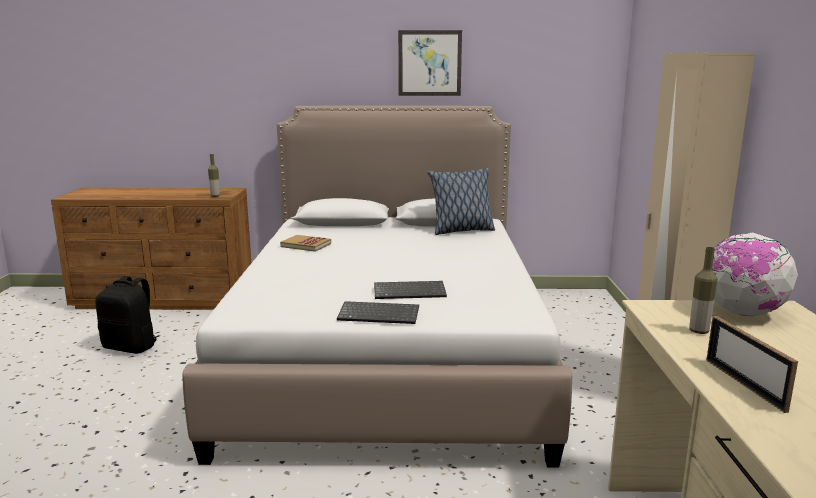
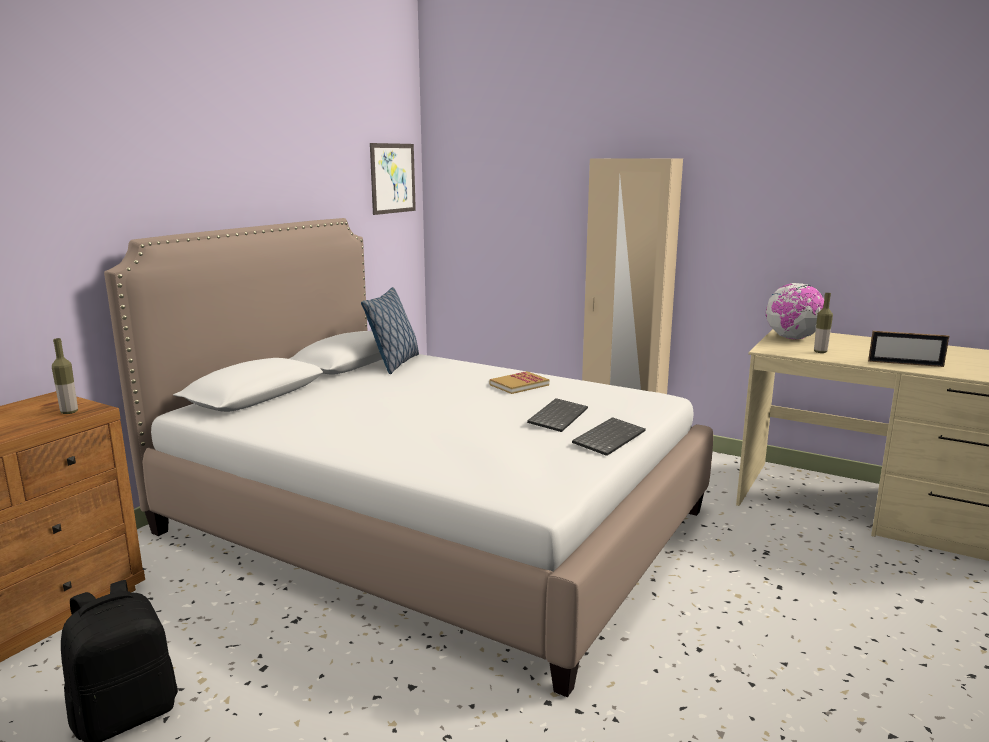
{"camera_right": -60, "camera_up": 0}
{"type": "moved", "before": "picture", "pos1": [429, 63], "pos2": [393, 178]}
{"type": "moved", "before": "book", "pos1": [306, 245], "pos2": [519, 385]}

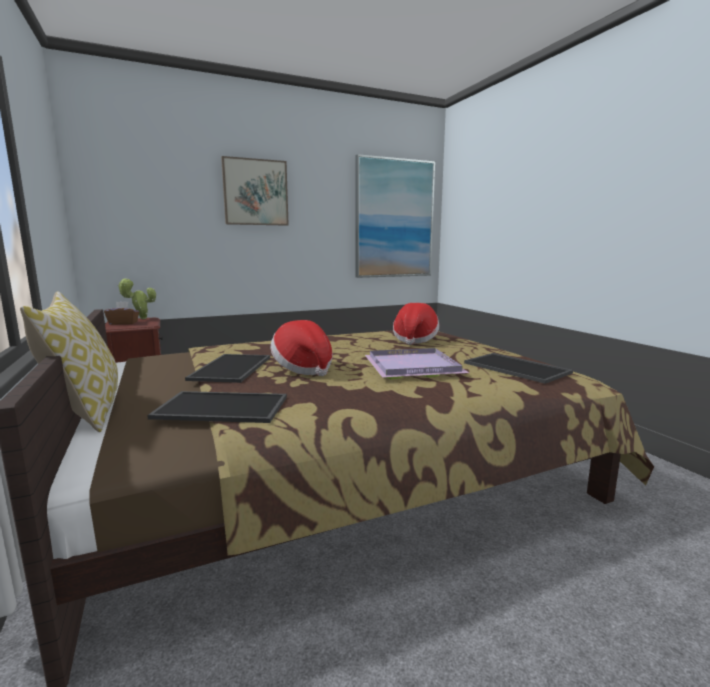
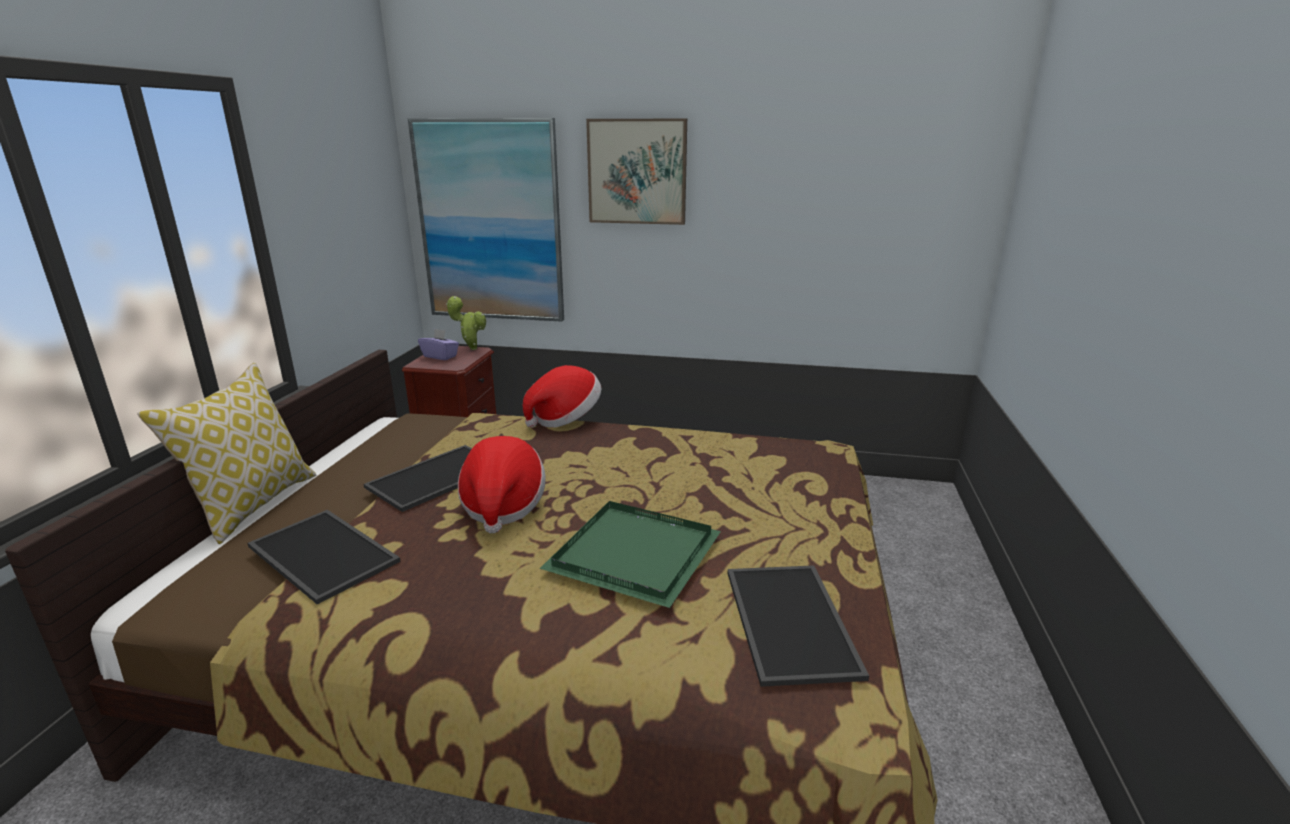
{"camera_right": 35, "camera_up": 10}
{"type": "moved", "before": "picture", "pos1": [394, 219], "pos2": [490, 222]}
{"type": "recoloured", "before": "brown tissue box", "after": "purple tissue box", "pos1": [123, 323], "pos2": [440, 356]}
{"type": "moved", "before": "hat", "pos1": [414, 339], "pos2": [565, 418]}
{"type": "recoloured", "before": "purple tray", "after": "green tray", "pos1": [413, 366], "pos2": [637, 554]}

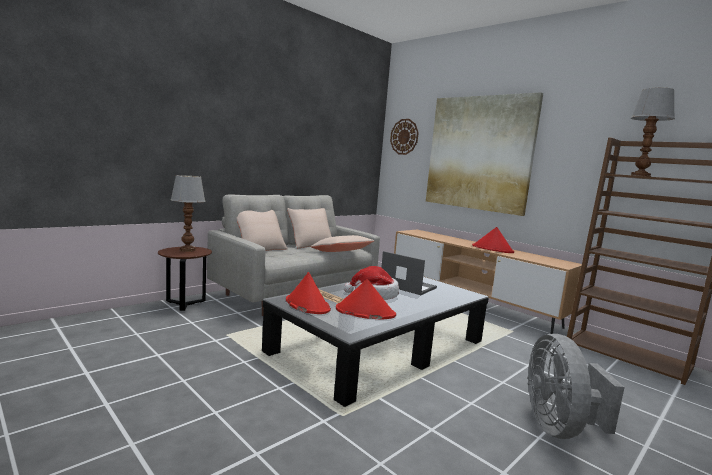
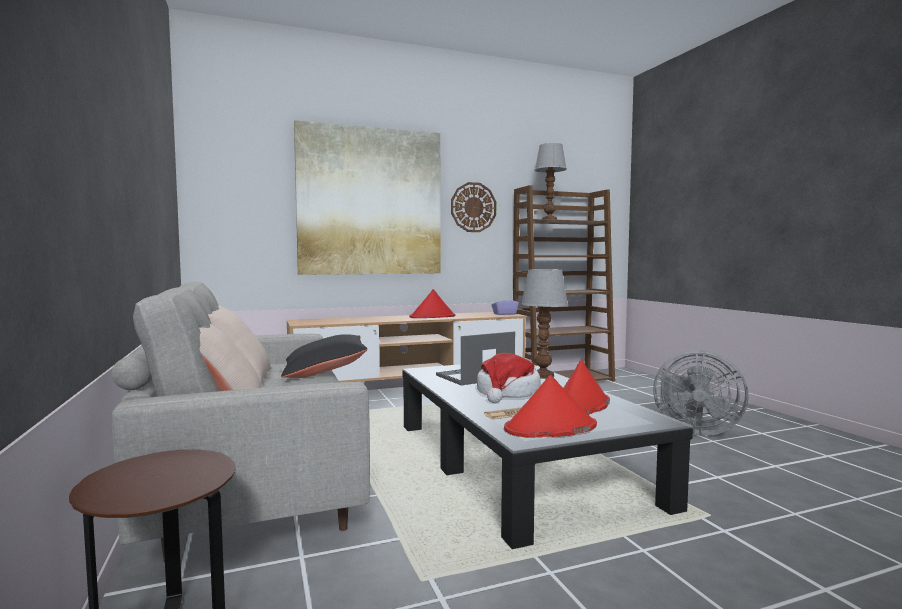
{"camera_right": -65, "camera_up": -5}
{"type": "moved", "before": "wall clock", "pos1": [404, 136], "pos2": [473, 207]}
{"type": "moved", "before": "table lamp", "pos1": [187, 250], "pos2": [543, 376]}
{"type": "recoloured", "before": "beige pillow", "after": "black pillow", "pos1": [341, 253], "pos2": [324, 371]}
{"type": "added", "after": "purple tissue box", "pos2": [504, 314]}

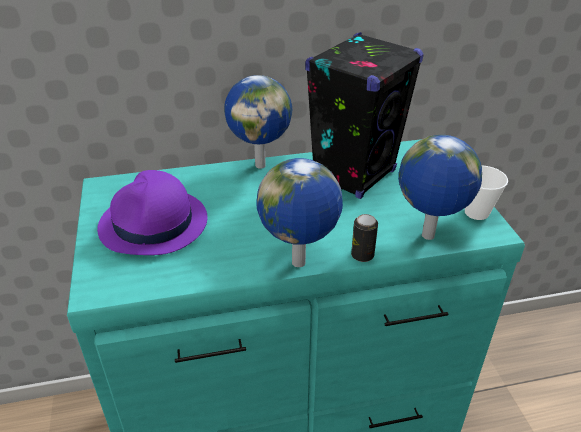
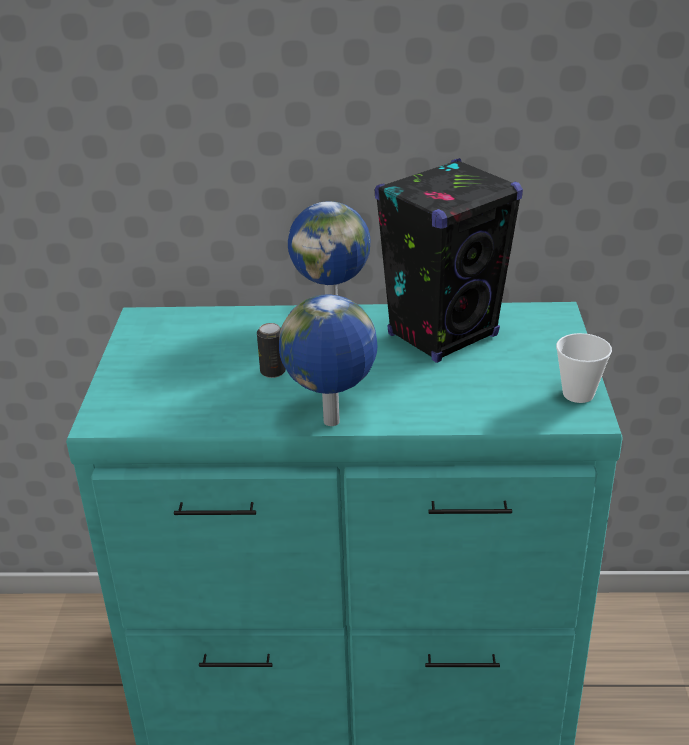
{"camera_right": 15, "camera_up": -5}
{"type": "removed", "before": "globe", "pos1": [428, 236]}
{"type": "removed", "before": "purple hat", "pos1": [154, 224]}
{"type": "moved", "before": "can", "pos1": [362, 255], "pos2": [273, 372]}

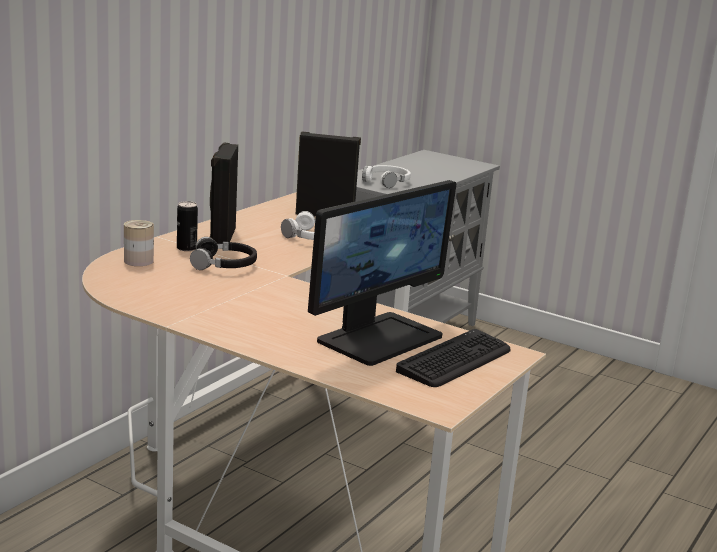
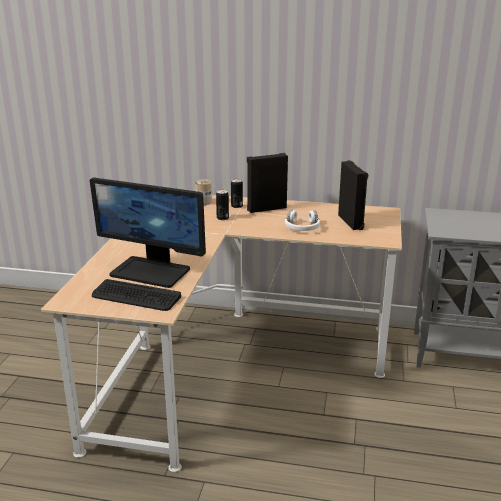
{"camera_right": 70, "camera_up": 5}
{"type": "removed", "before": "white headphones", "pos1": [386, 182]}
{"type": "replaced", "before": "black headphones", "after": "can", "pos1": [224, 264], "pos2": [222, 218]}

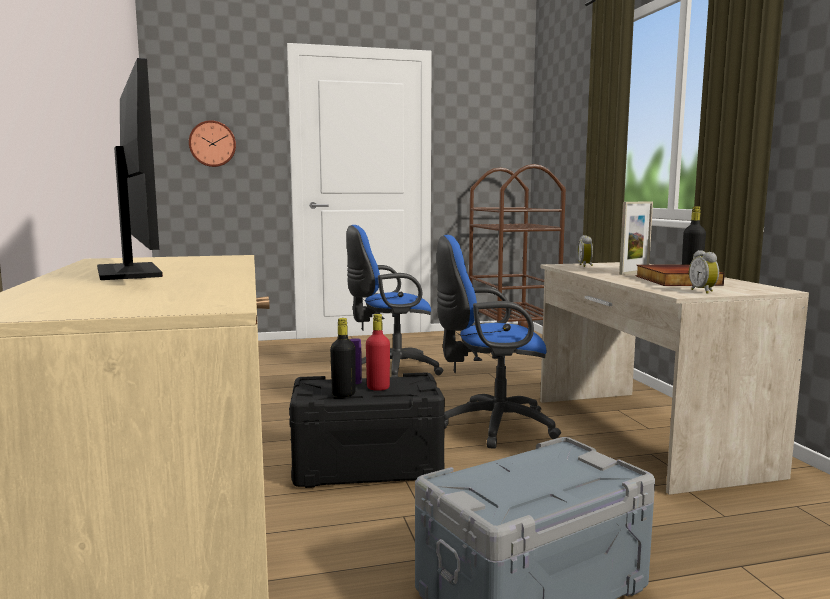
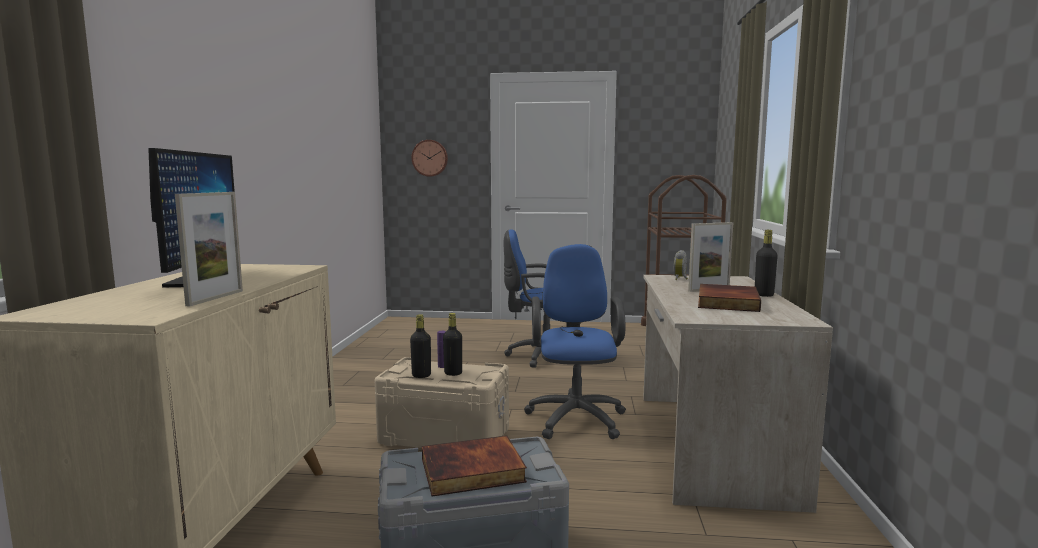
{"camera_right": 20, "camera_up": 0}
{"type": "turned", "before": "blue office chair", "pos1": [491, 426], "pos2": [575, 417], "turn": 75}
{"type": "removed", "before": "alarm clock", "pos1": [704, 291]}
{"type": "recoloured", "before": "red bottle", "after": "black bottle", "pos1": [378, 388], "pos2": [453, 373]}
{"type": "recoloured", "before": "black storage box", "after": "beige storage box", "pos1": [367, 466], "pos2": [444, 436]}
{"type": "added", "after": "picture frame", "pos2": [215, 298]}
{"type": "added", "after": "book", "pos2": [472, 471]}

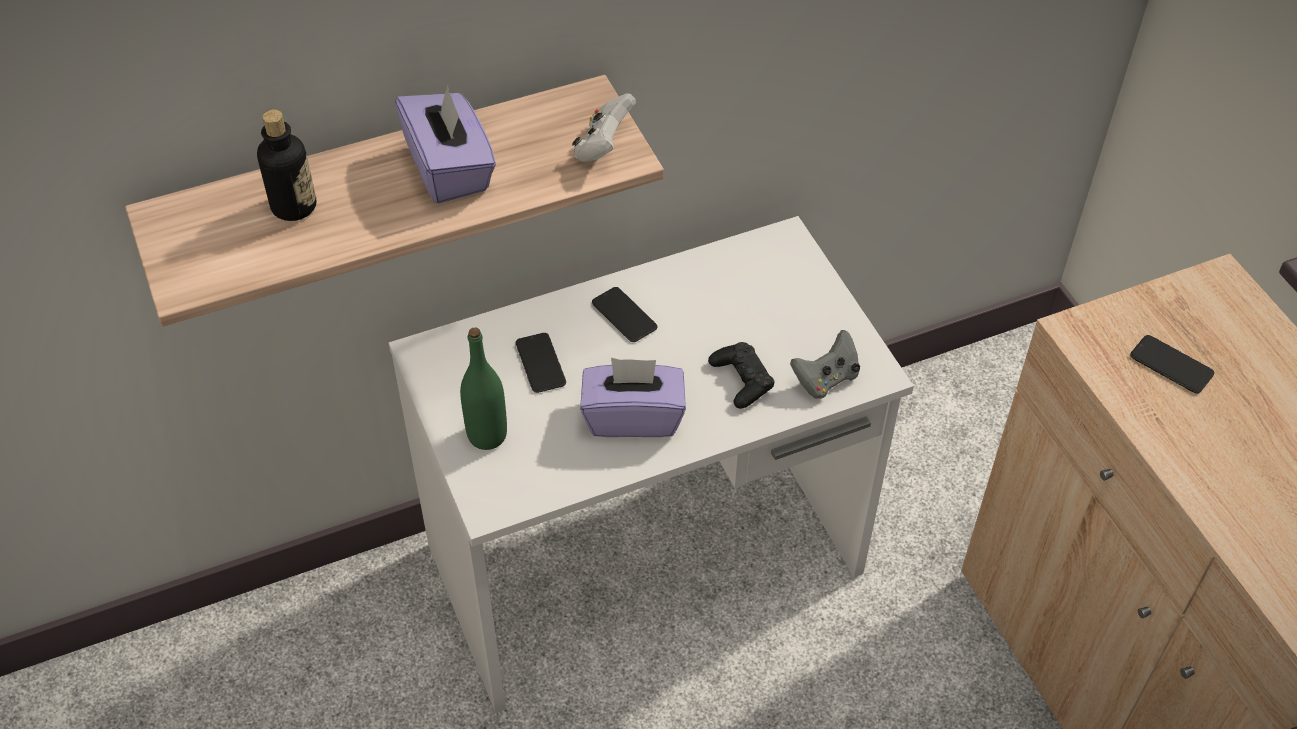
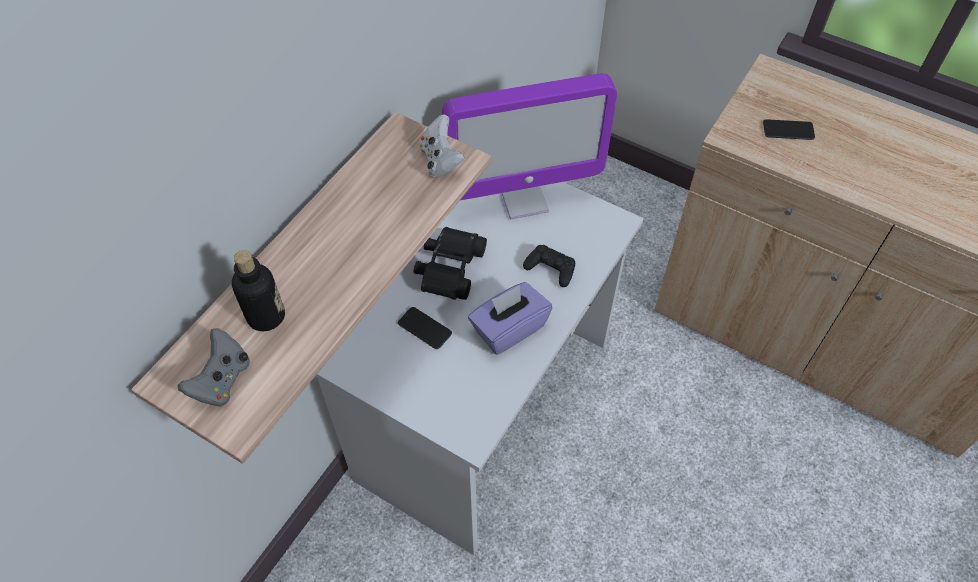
{"camera_right": -35, "camera_up": 5}
{"type": "removed", "before": "purple tissue box", "pos1": [450, 169]}
{"type": "replaced", "before": "phone", "after": "black binoculars", "pos1": [624, 315], "pos2": [449, 268]}
{"type": "removed", "before": "green bottle", "pos1": [487, 435]}
{"type": "moved", "before": "grey game controller", "pos1": [826, 379], "pos2": [222, 380]}
{"type": "added", "after": "monitor", "pos2": [523, 199]}

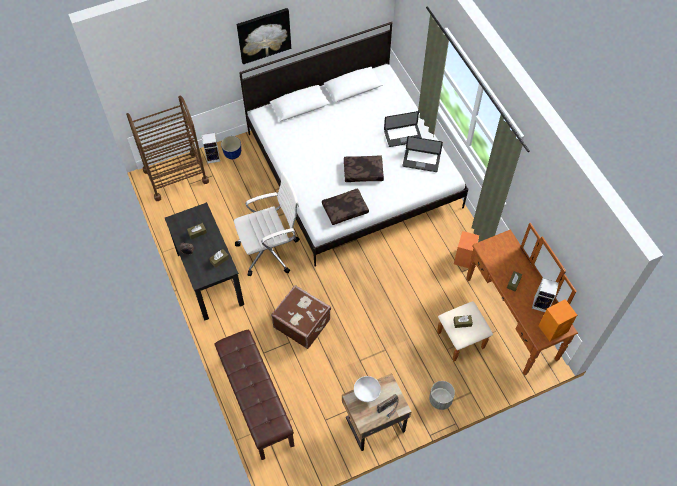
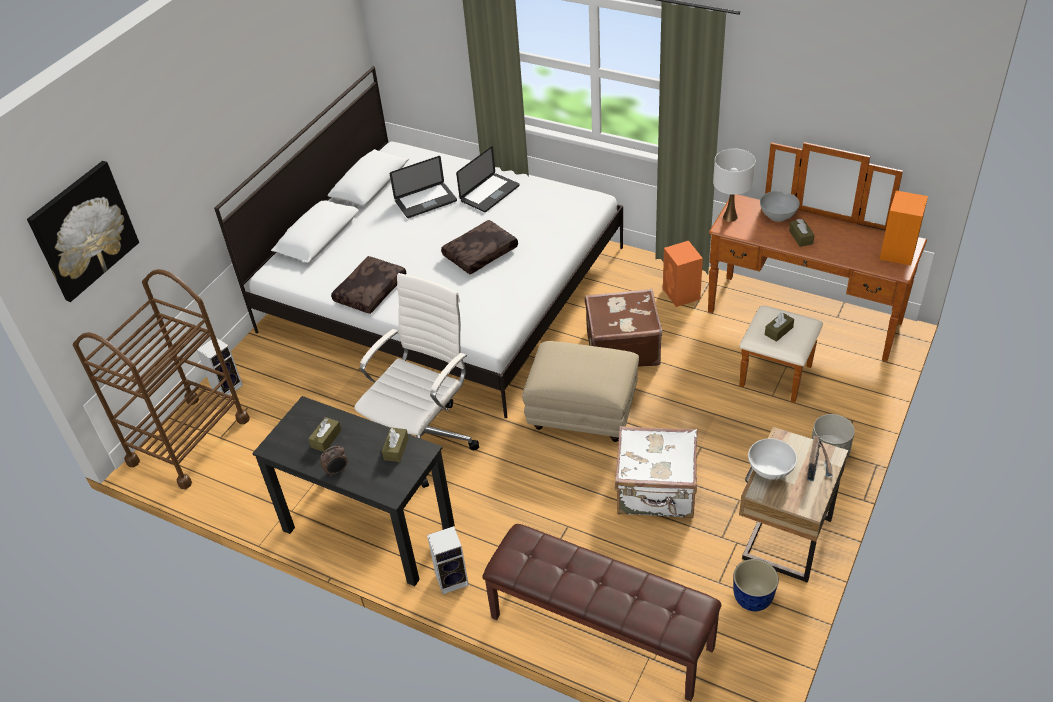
{"camera_right": -35, "camera_up": -15}
{"type": "moved", "before": "picture", "pos1": [264, 35], "pos2": [83, 230]}
{"type": "moved", "before": "planter", "pos1": [232, 154], "pos2": [752, 599]}
{"type": "moved", "before": "laptop", "pos1": [421, 161], "pos2": [426, 201]}
{"type": "moved", "before": "brown pillow", "pos1": [345, 209], "pos2": [370, 290]}
{"type": "moved", "before": "speaker", "pos1": [541, 304], "pos2": [453, 579]}
{"type": "moved", "before": "brown suitcase", "pos1": [302, 323], "pos2": [622, 347]}
{"type": "added", "after": "white table lamp", "pos2": [730, 217]}
{"type": "added", "after": "white bowl", "pos2": [778, 216]}
{"type": "added", "after": "beige ottoman", "pos2": [581, 413]}
{"type": "added", "after": "white suitcase", "pos2": [656, 492]}

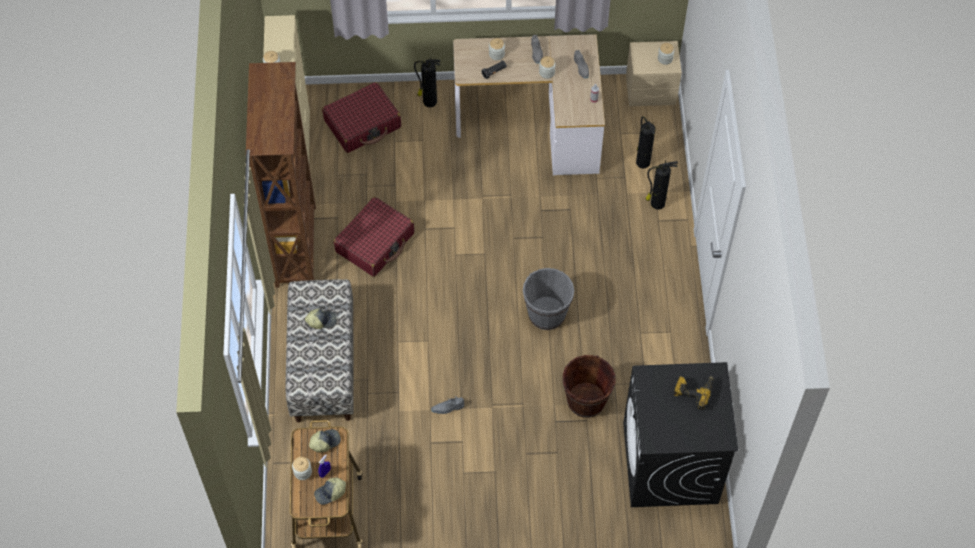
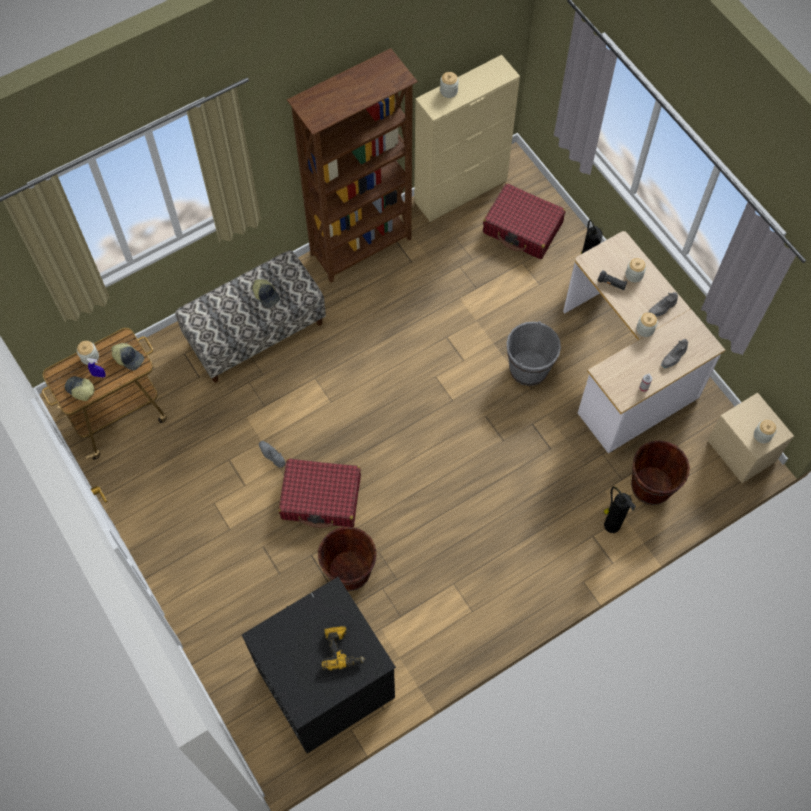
{"camera_right": 60, "camera_up": 5}
{"type": "replaced", "before": "fire extinguisher", "after": "brown bucket", "pos1": [642, 161], "pos2": [651, 486]}
{"type": "moved", "before": "red suitcase", "pos1": [375, 242], "pos2": [321, 498]}
{"type": "moved", "before": "grey bucket", "pos1": [547, 314], "pos2": [529, 368]}

